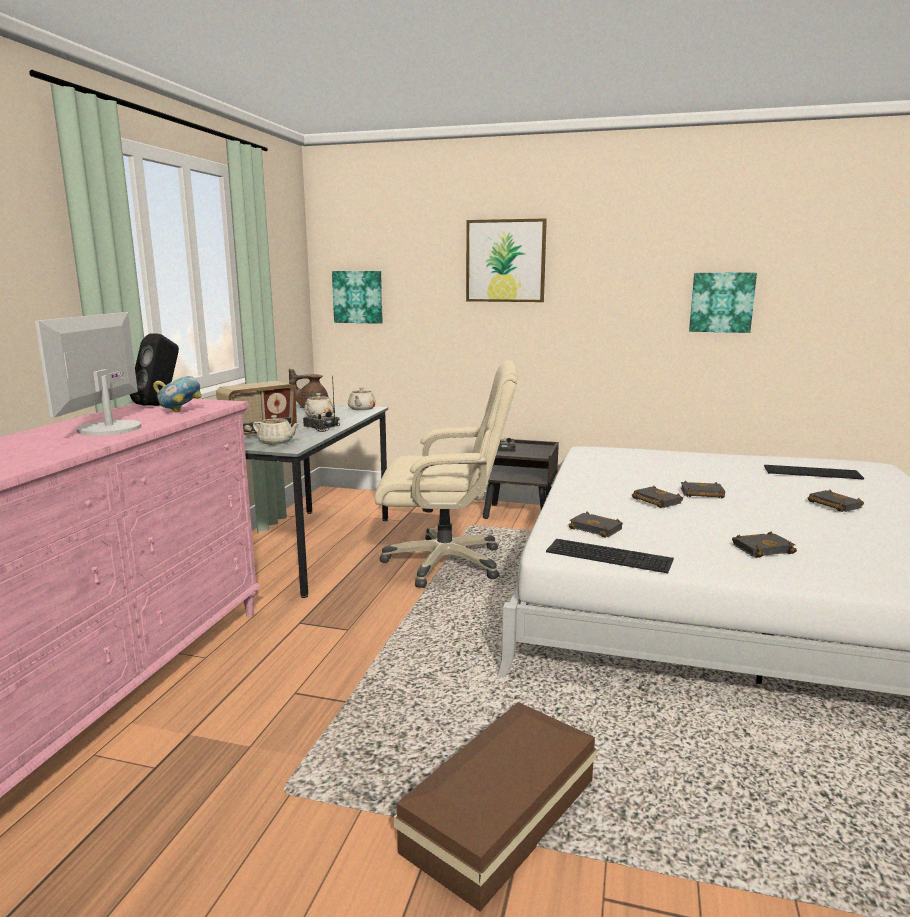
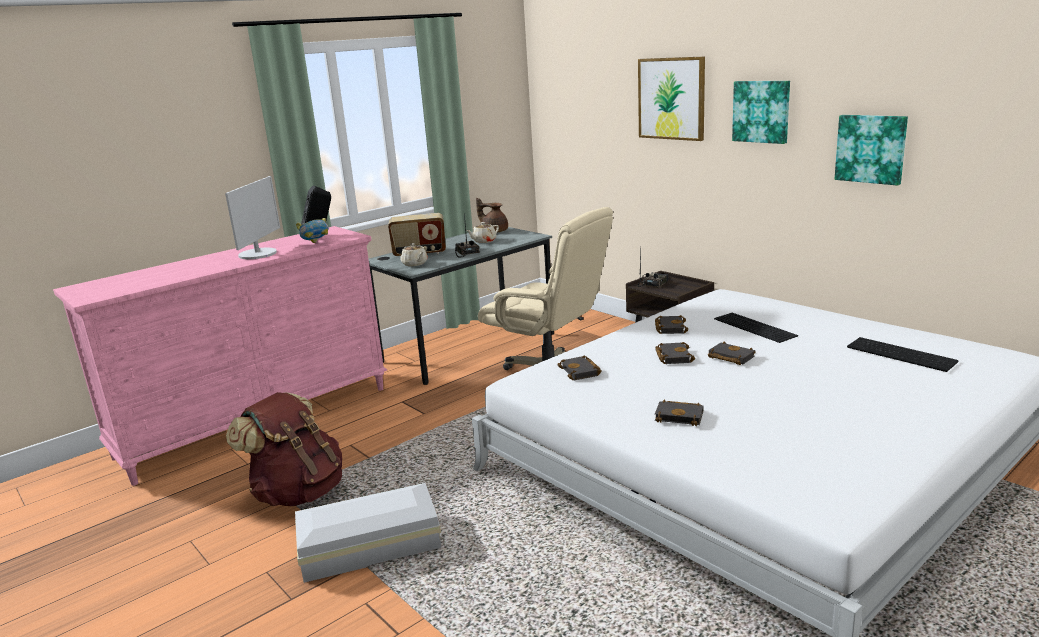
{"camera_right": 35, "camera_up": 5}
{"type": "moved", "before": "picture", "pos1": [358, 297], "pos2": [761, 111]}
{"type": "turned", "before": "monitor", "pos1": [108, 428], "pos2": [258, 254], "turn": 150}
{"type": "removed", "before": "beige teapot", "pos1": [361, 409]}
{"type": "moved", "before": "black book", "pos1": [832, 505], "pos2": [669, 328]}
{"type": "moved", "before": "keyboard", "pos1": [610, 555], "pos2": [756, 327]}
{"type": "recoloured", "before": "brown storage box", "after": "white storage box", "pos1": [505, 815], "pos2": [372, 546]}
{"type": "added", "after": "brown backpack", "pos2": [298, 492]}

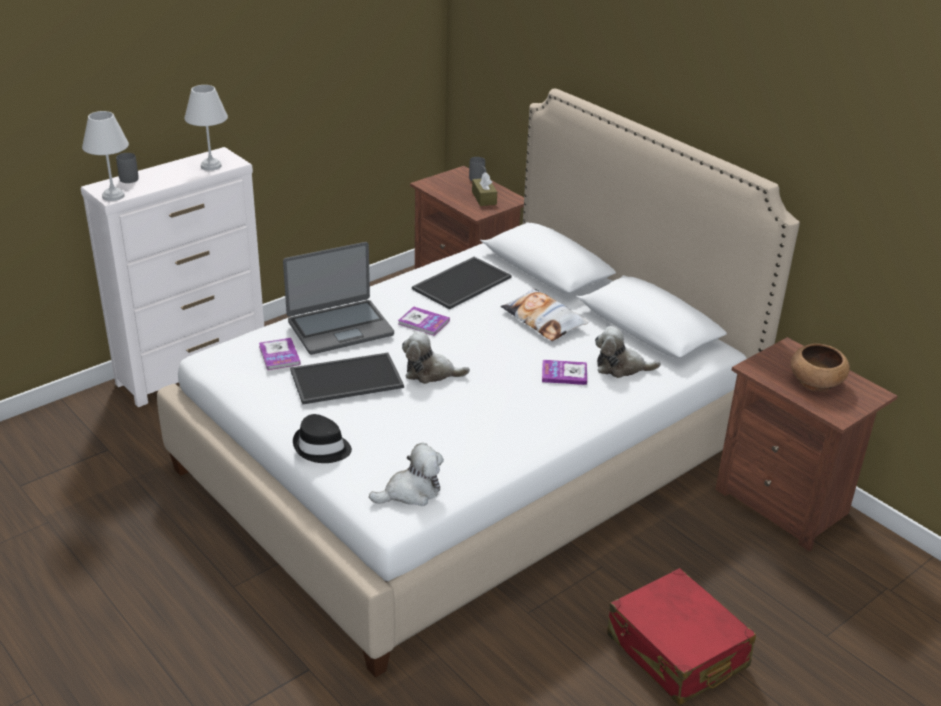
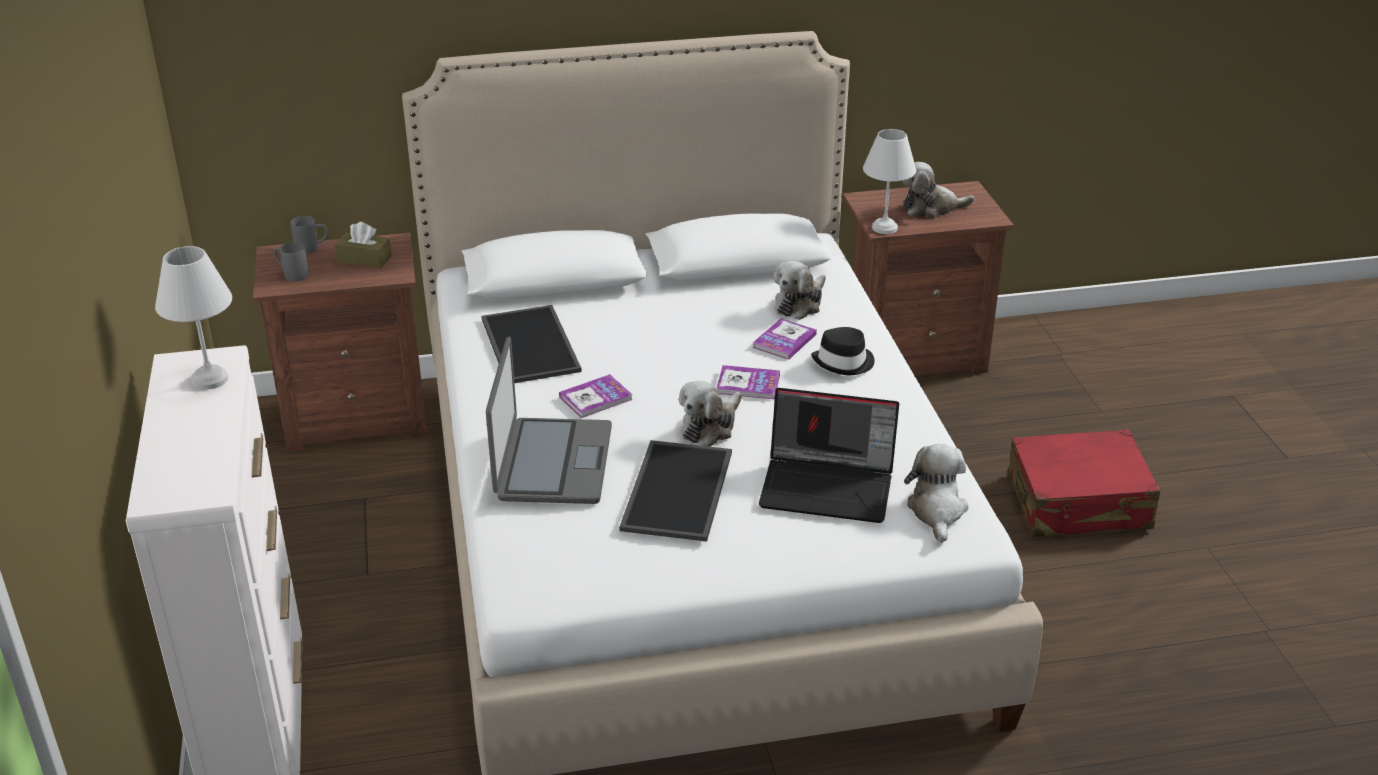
{"camera_right": -60, "camera_up": 0}
{"type": "moved", "before": "white table lamp", "pos1": [114, 195], "pos2": [883, 227]}
{"type": "moved", "before": "grey mug", "pos1": [130, 177], "pos2": [292, 274]}
{"type": "removed", "before": "pillow", "pos1": [543, 320]}
{"type": "moved", "before": "book", "pos1": [279, 355], "pos2": [748, 384]}
{"type": "replaced", "before": "brown bowl", "after": "plush toy", "pos1": [816, 383], "pos2": [931, 208]}
{"type": "moved", "before": "black hat", "pos1": [321, 448], "pos2": [844, 362]}
{"type": "added", "after": "laptop", "pos2": [829, 486]}

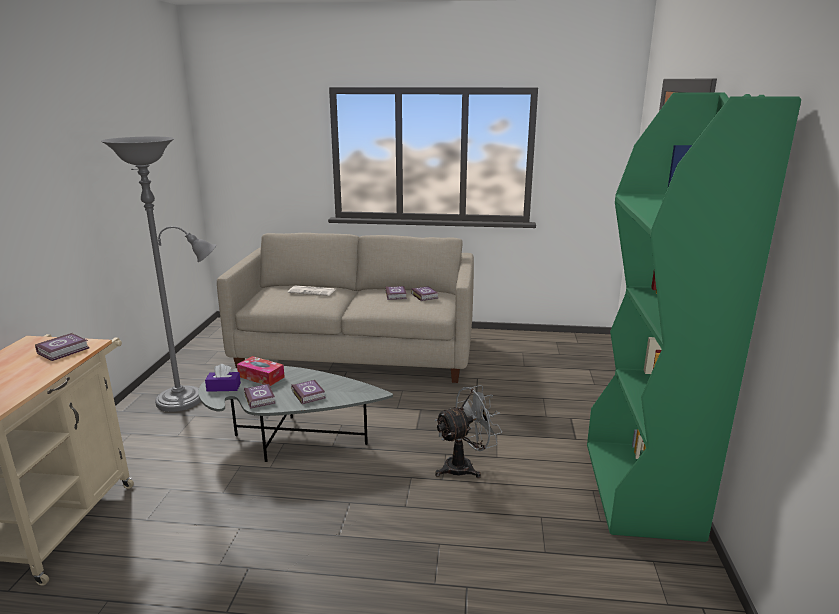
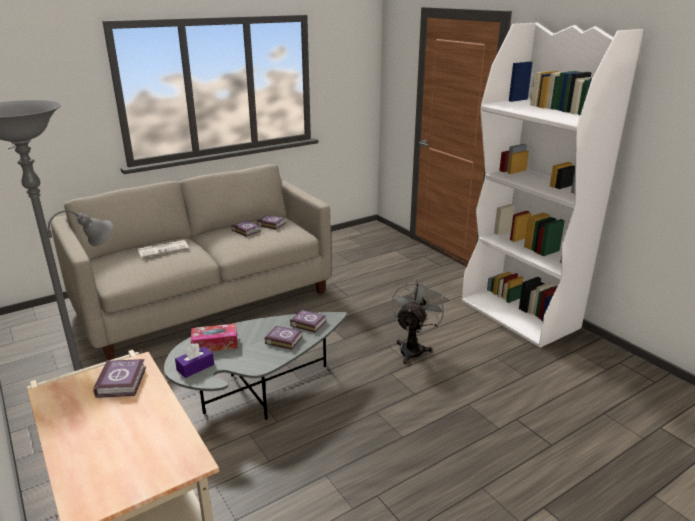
{"camera_right": -40, "camera_up": 5}
{"type": "recoloured", "before": "green bookcase", "after": "white bookcase", "pos1": [641, 489], "pos2": [520, 315]}
{"type": "moved", "before": "book", "pos1": [260, 398], "pos2": [308, 323]}

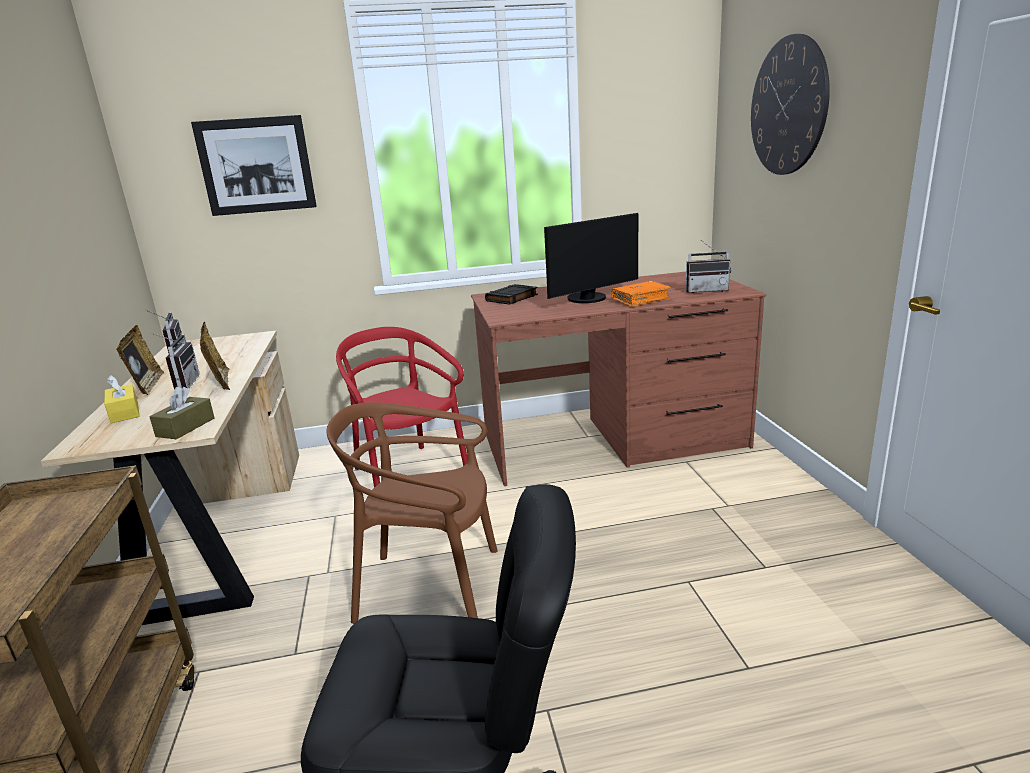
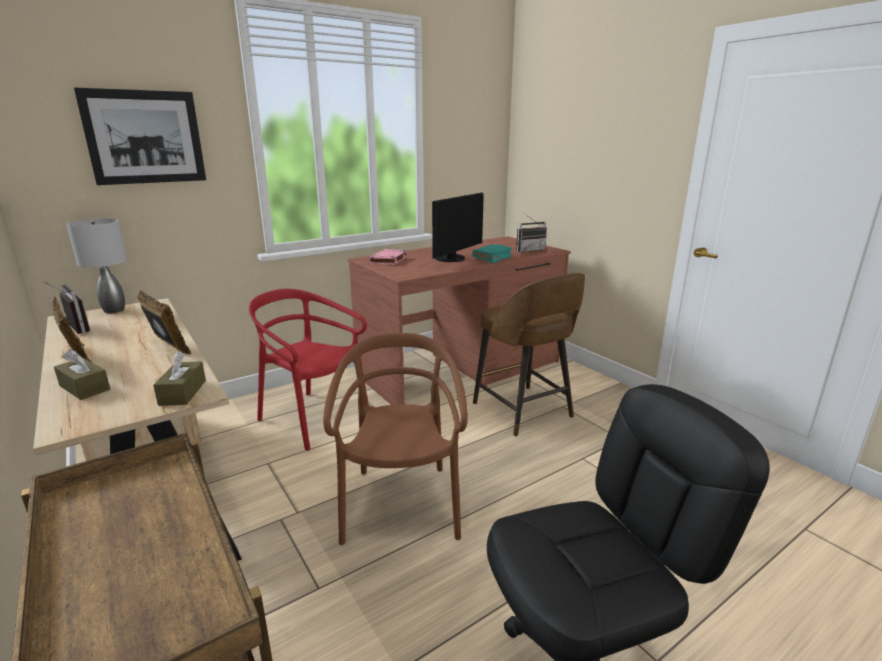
{"camera_right": -25, "camera_up": 0}
{"type": "removed", "before": "wall clock", "pos1": [788, 106]}
{"type": "recoloured", "before": "orange book", "after": "turquoise book", "pos1": [640, 300], "pos2": [492, 258]}
{"type": "recoloured", "before": "black book", "after": "pink book", "pos1": [511, 298], "pos2": [388, 260]}
{"type": "removed", "before": "radio", "pos1": [181, 385]}
{"type": "recoloured", "before": "yellow tissue box", "after": "brown tissue box", "pos1": [124, 412], "pos2": [84, 388]}
{"type": "turned", "before": "brown chair", "pos1": [430, 588], "pos2": [401, 505], "turn": 105}
{"type": "added", "after": "grey table lamp", "pos2": [114, 310]}
{"type": "added", "after": "brown stool", "pos2": [524, 411]}

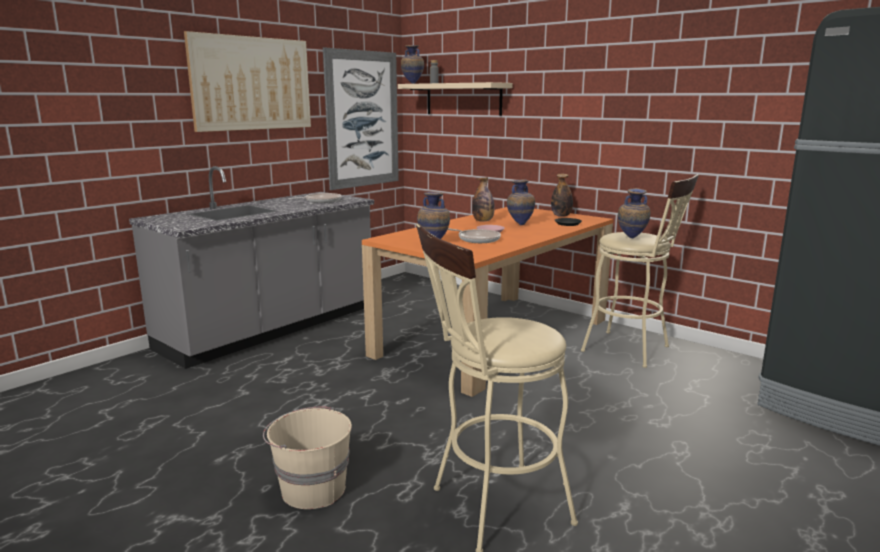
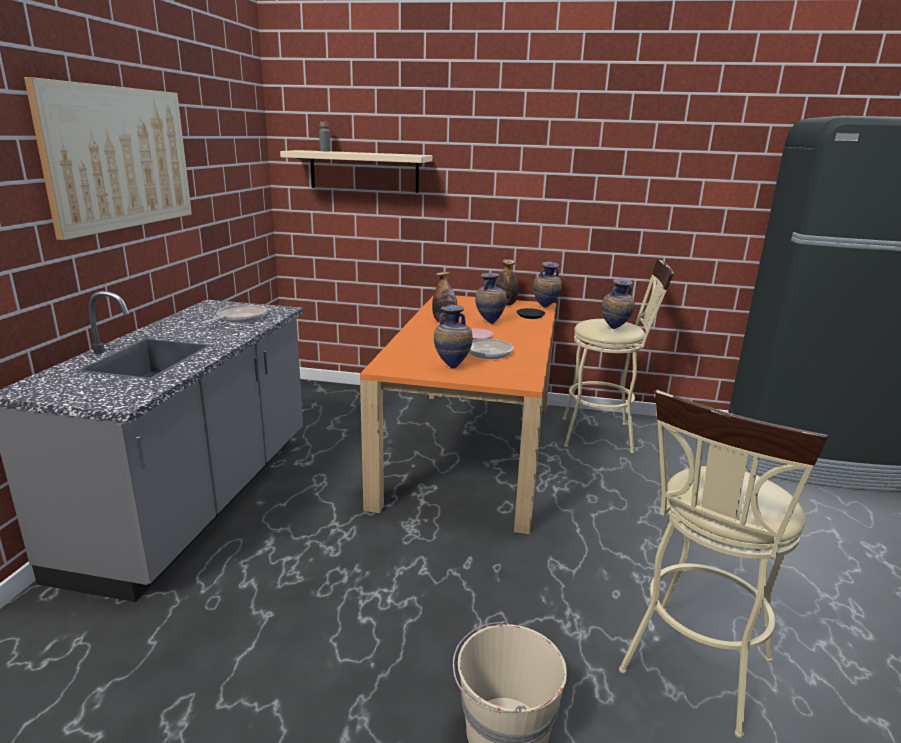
{"camera_right": -30, "camera_up": 5}
{"type": "moved", "before": "vase", "pos1": [412, 83], "pos2": [545, 308]}
{"type": "removed", "before": "picture", "pos1": [362, 119]}

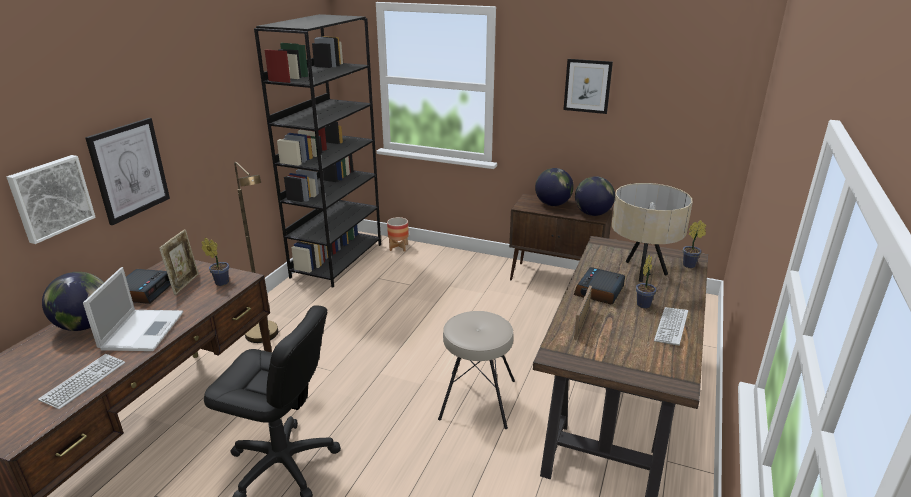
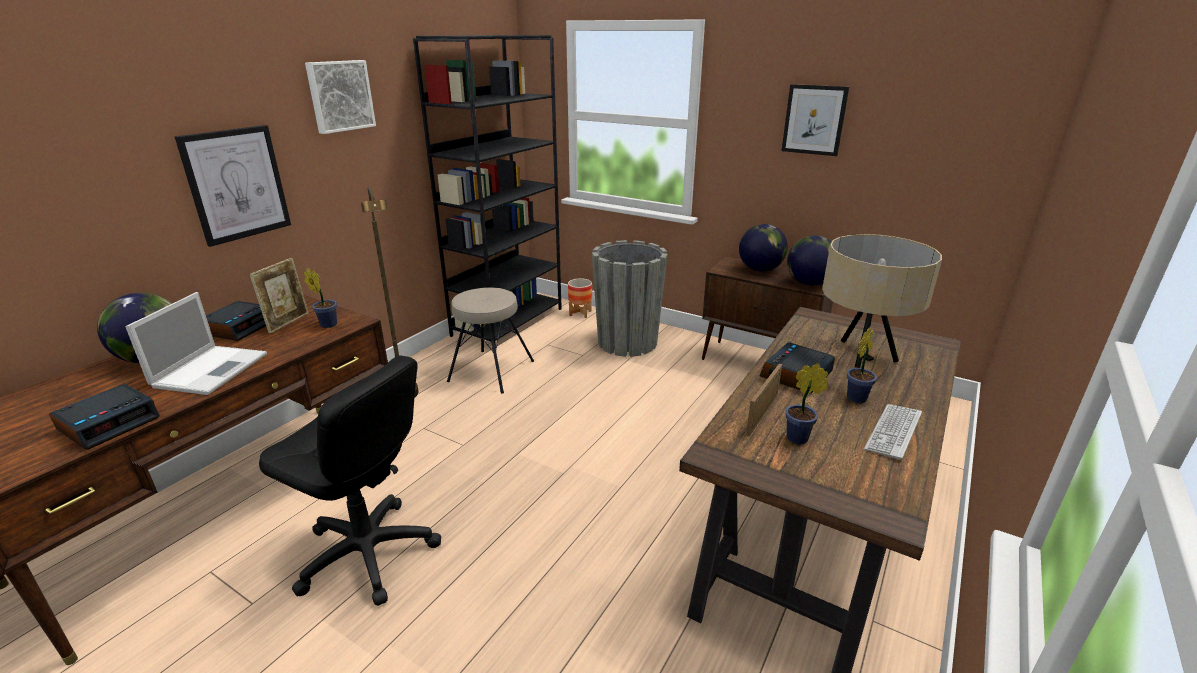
{"camera_right": 10, "camera_up": 0}
{"type": "moved", "before": "picture", "pos1": [51, 197], "pos2": [340, 96]}
{"type": "moved", "before": "potted plant", "pos1": [690, 265], "pos2": [800, 438]}
{"type": "moved", "before": "beige stool", "pos1": [477, 399], "pos2": [490, 370]}
{"type": "replaced", "before": "keyboard", "after": "alarm clock", "pos1": [84, 381], "pos2": [110, 423]}
{"type": "added", "after": "grey planter", "pos2": [627, 342]}

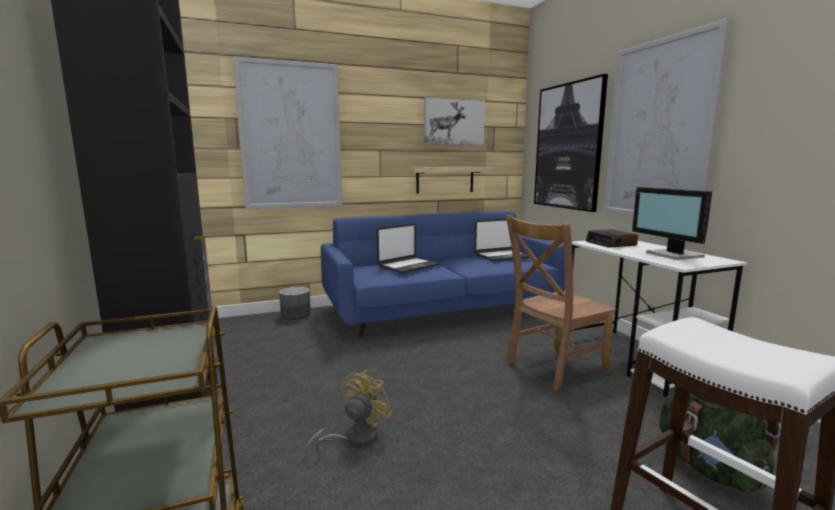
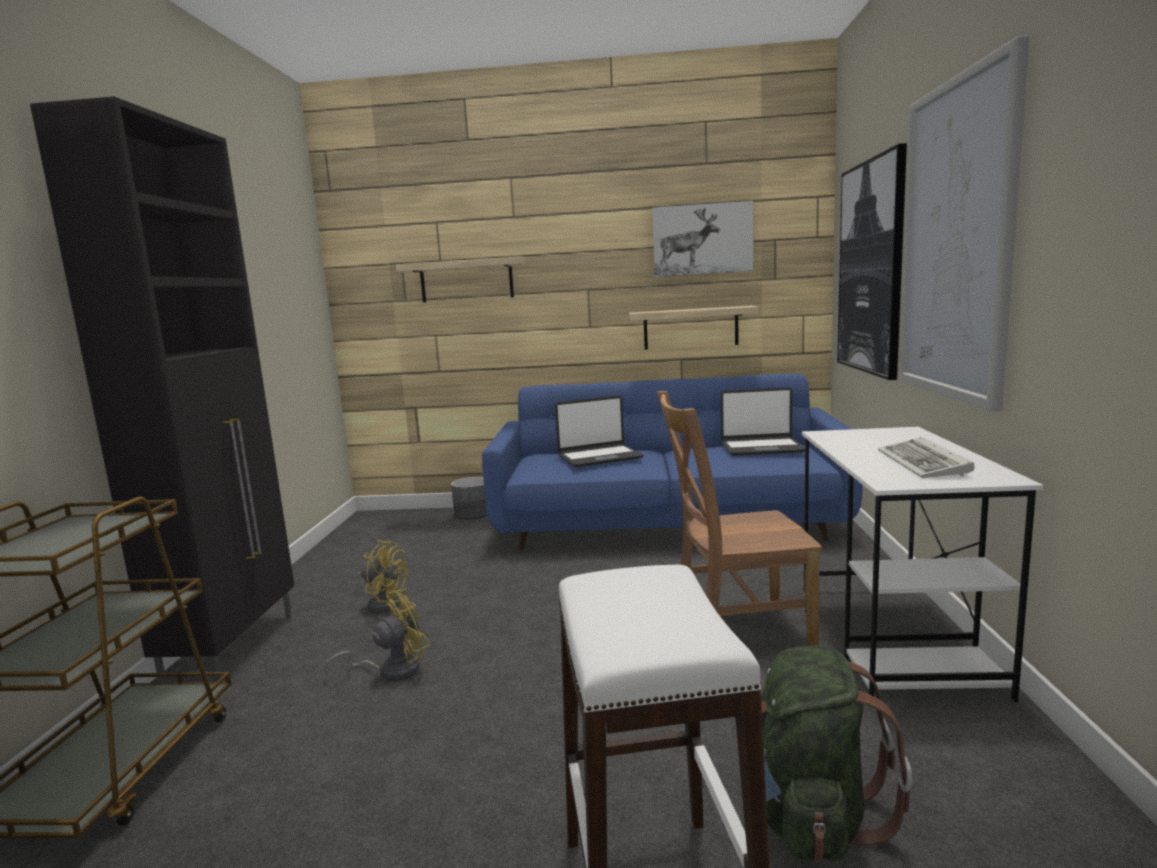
{"camera_right": 25, "camera_up": 0}
{"type": "replaced", "before": "picture", "after": "shelf", "pos1": [291, 136], "pos2": [466, 280]}
{"type": "replaced", "before": "monitor", "after": "keyboard", "pos1": [673, 255], "pos2": [925, 463]}
{"type": "removed", "before": "alarm clock", "pos1": [611, 243]}
{"type": "added", "after": "yellow fan", "pos2": [383, 602]}

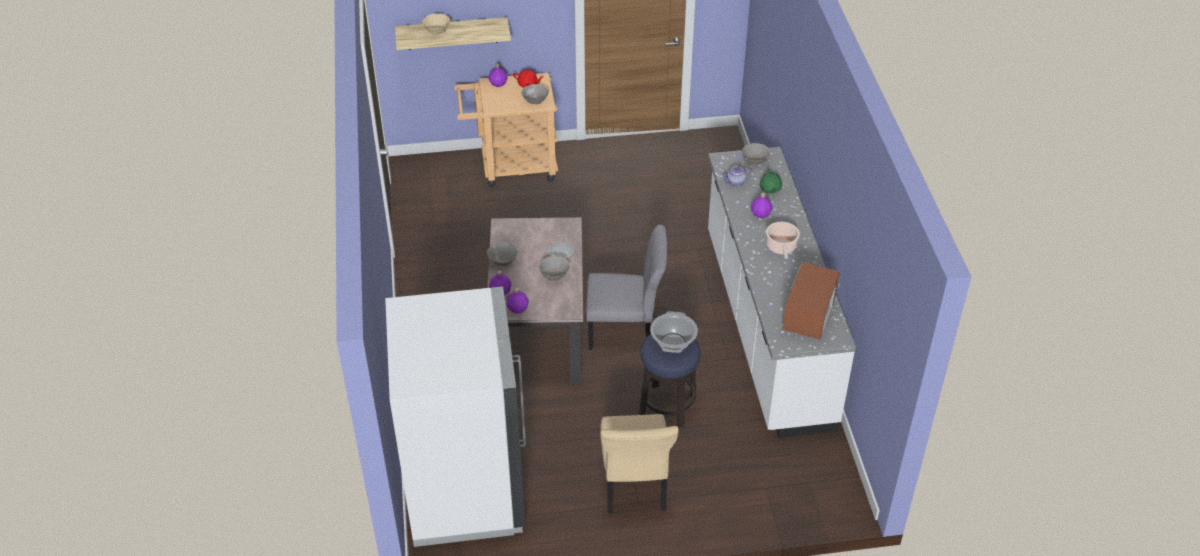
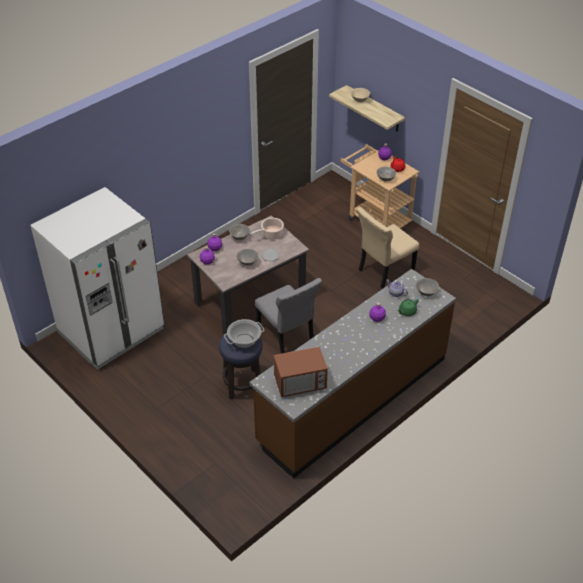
{"camera_right": 55, "camera_up": 0}
{"type": "recoloured", "before": "white counter", "after": "brown counter", "pos1": [766, 328], "pos2": [352, 399]}
{"type": "moved", "before": "cooking pot", "pos1": [781, 247], "pos2": [271, 234]}
{"type": "moved", "before": "beige chair", "pos1": [634, 486], "pos2": [384, 271]}

